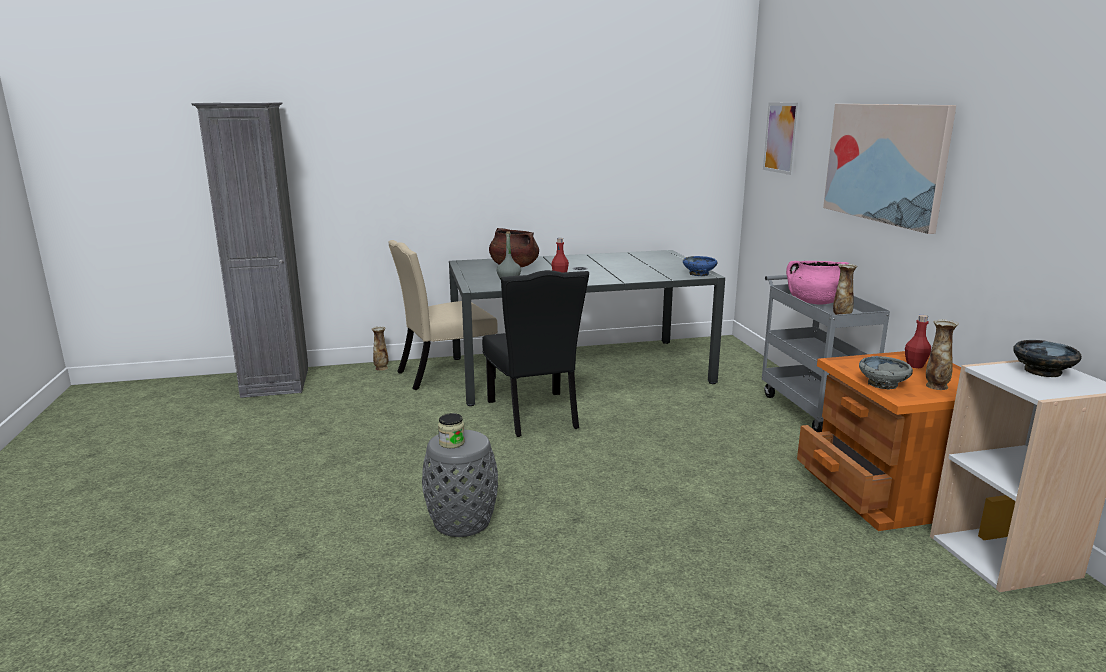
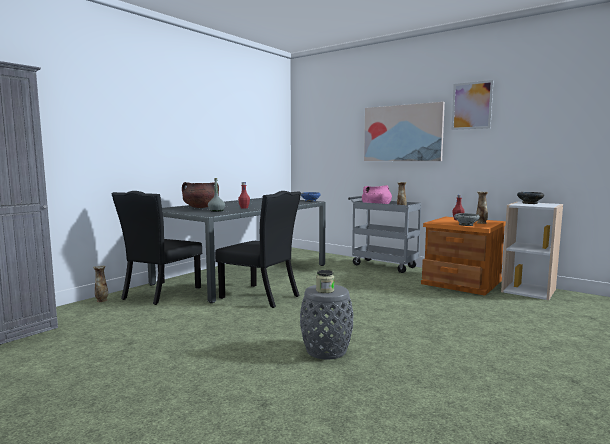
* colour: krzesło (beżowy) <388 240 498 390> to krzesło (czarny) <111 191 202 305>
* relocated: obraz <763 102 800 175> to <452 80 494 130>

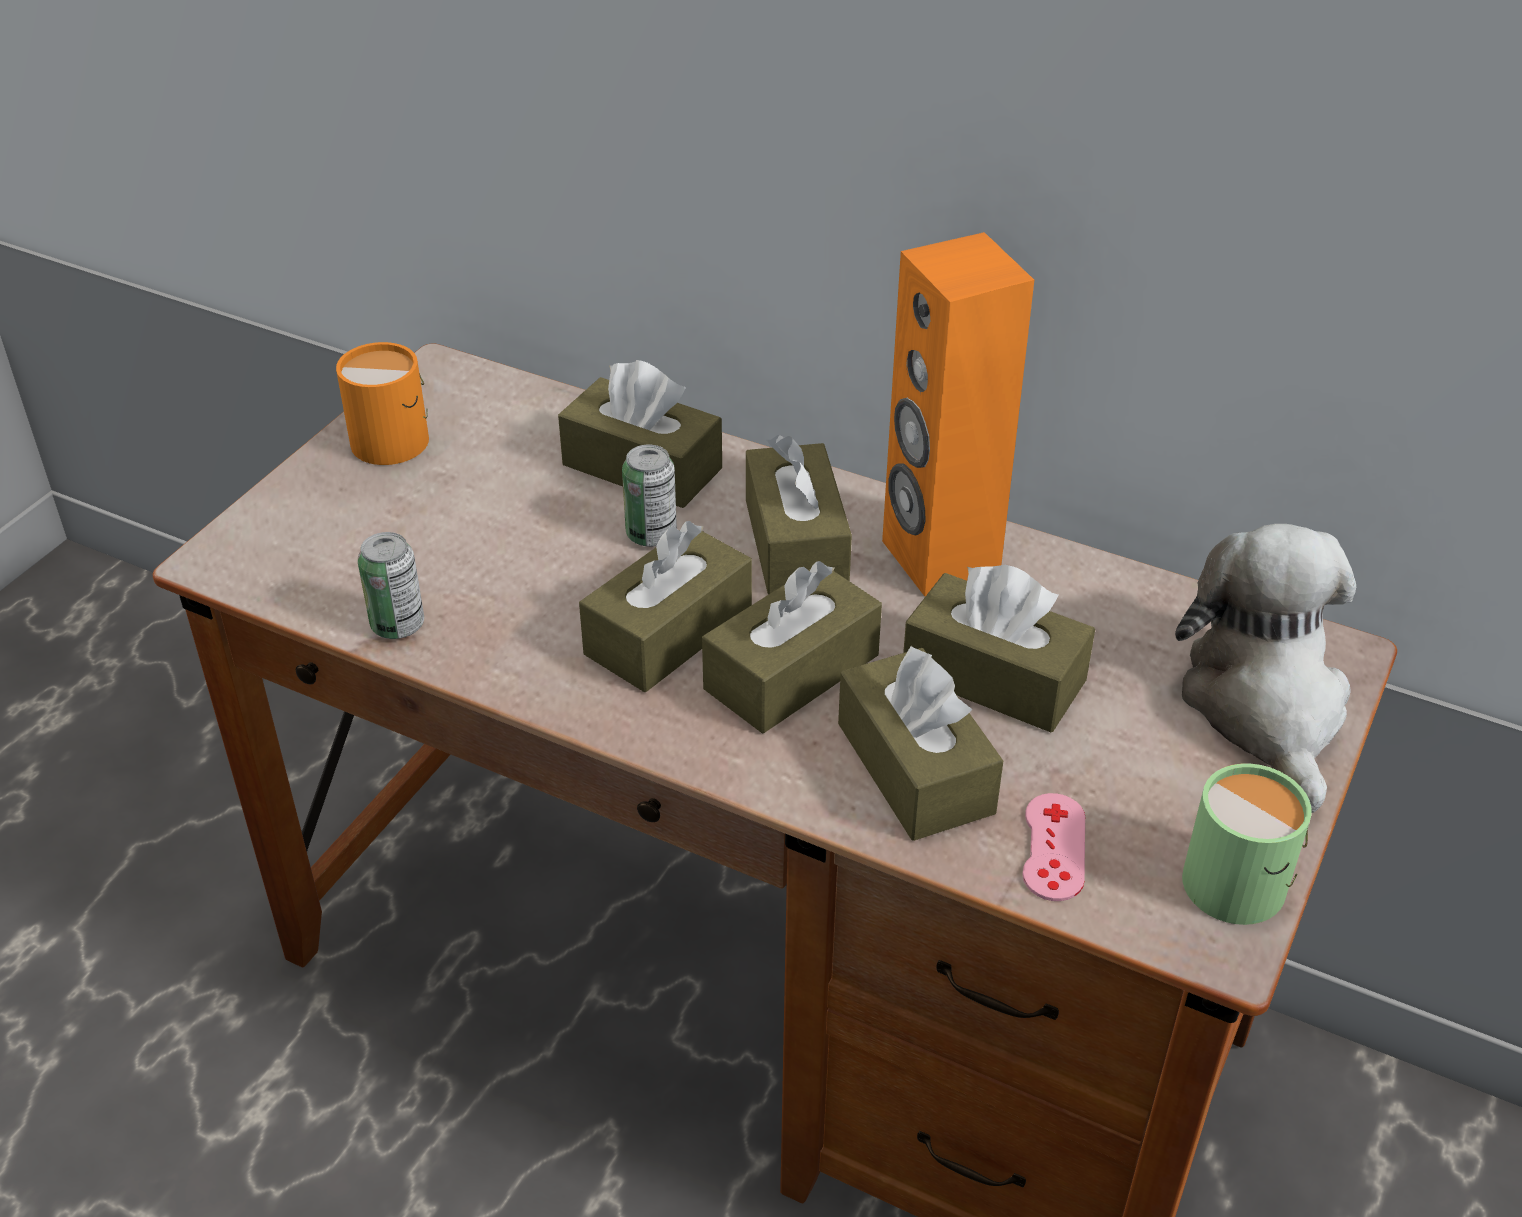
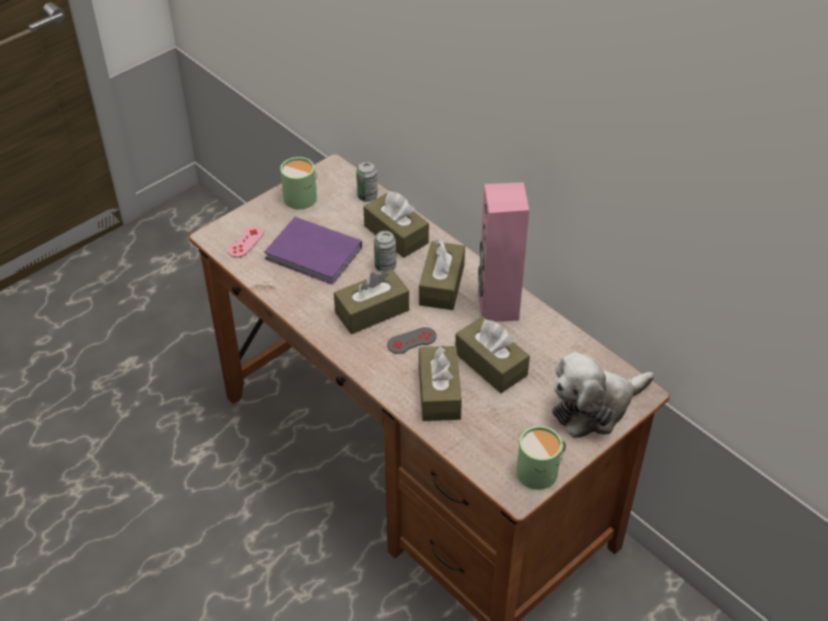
* colour: kubek (pomarańczowy) <336 342 429 465> to kubek (zielony) <280 157 317 209>
* relocated: puszka <358 532 424 639> to <356 161 378 202>
* exchanged: pudełko chusteczek (brązowy) <702 561 882 733> to pad do gier (szary) <387 327 437 354>
* colour: głośnik (pomarańczowy) <882 232 1034 596> to głośnik (różowy) <478 182 529 322>
* relocated: pad do gier (różowy) <1022 793 1085 901> to <227 226 264 257>
* spun: pluszak <1175 524 1356 813> = <552 351 654 438> 135 degrees counterclockwise
* appeared: książka (fioletowy) <264 217 362 285>

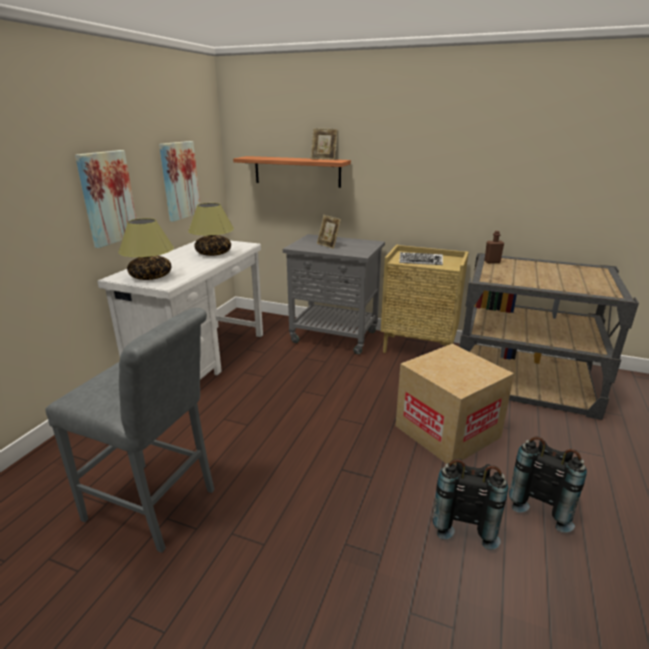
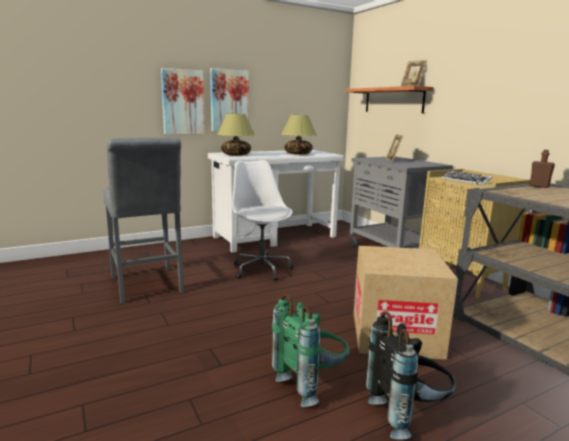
* relocated: obraz <159 141 200 222> to <161 68 205 134>
* colour: plecak (czarny) <432 459 508 550> to plecak (zielony) <272 293 349 407>
* appeared: krzesło biurowe (biały) <232 160 294 281>

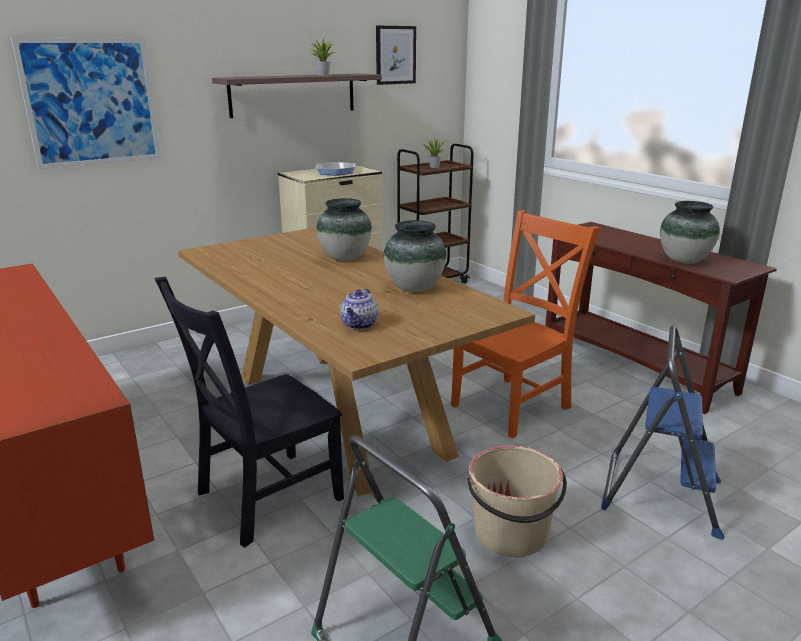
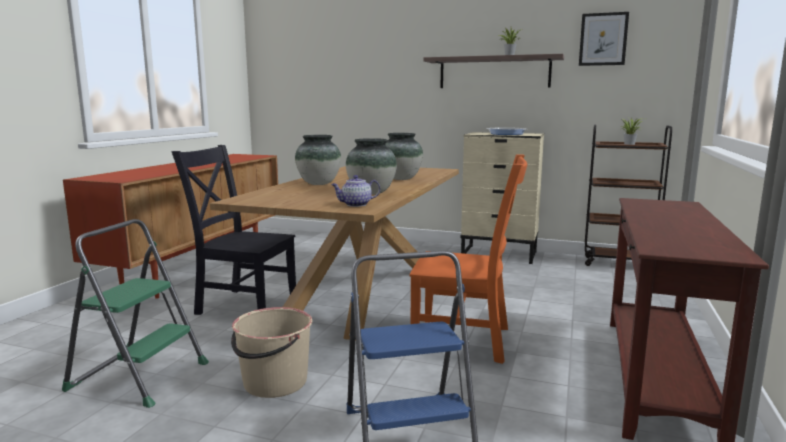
* missing: obraz <11 37 161 169>
* relocated: imbryk <340 289 378 330> to <331 175 380 207>
* relocated: wazon <660 201 720 264> to <295 135 341 185>

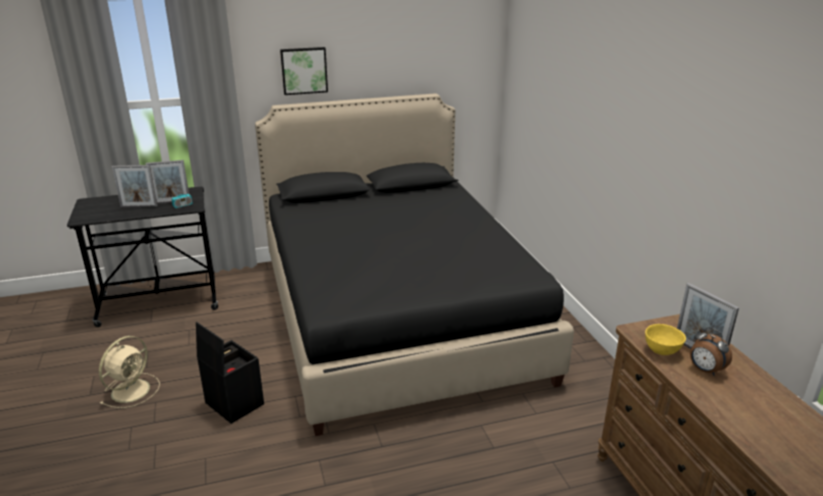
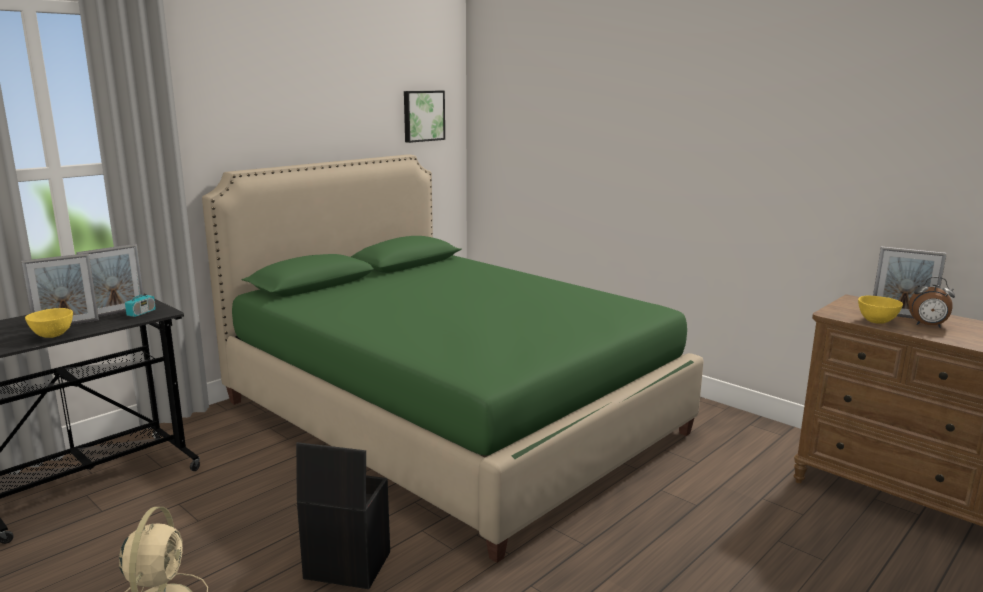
* colour: łóżko (czarny) <255 93 574 436> to łóżko (zielony) <202 154 704 563>
* relocated: obraz <280 47 328 95> to <404 91 445 143>
* appeared: miska (żółty) <25 308 73 338>

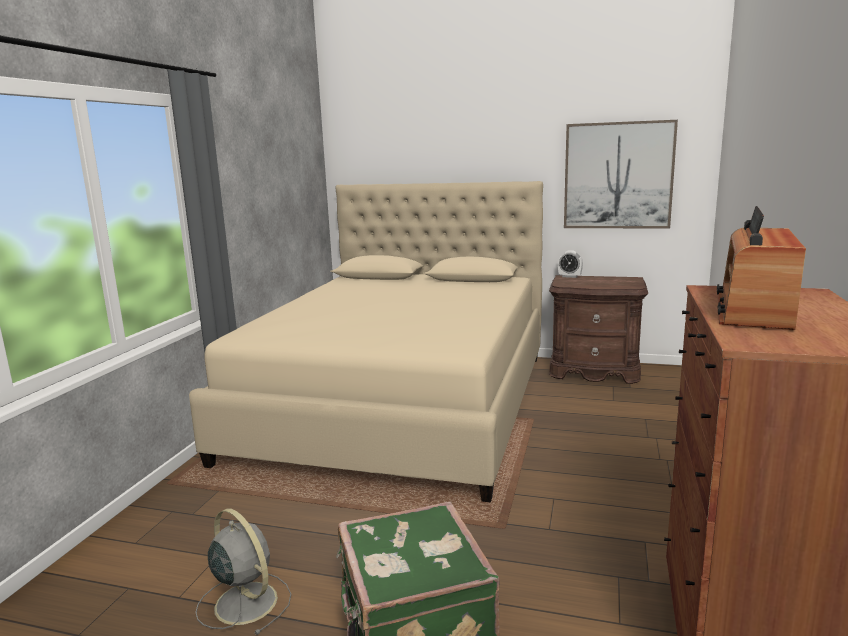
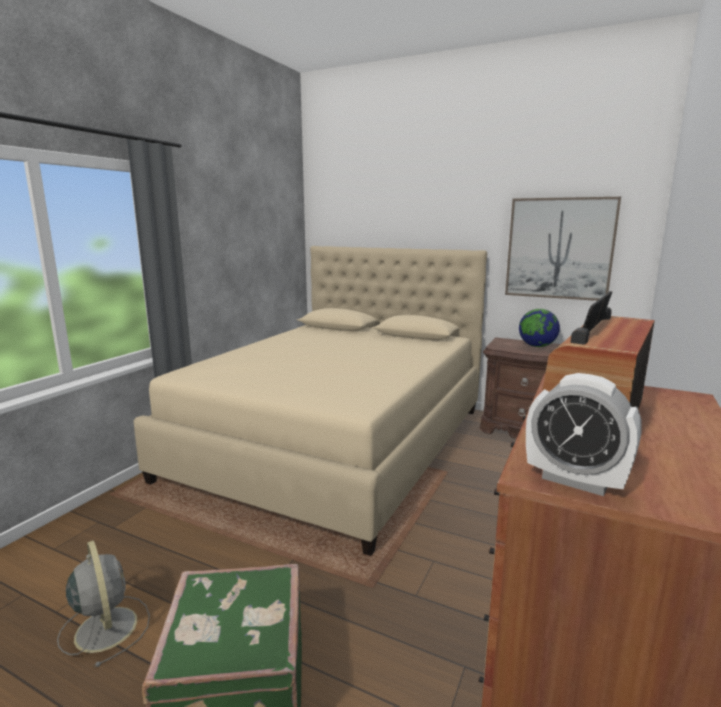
* relocated: budzik <558 250 583 278> to <526 373 642 496>
* appeared: globus <519 309 560 347>

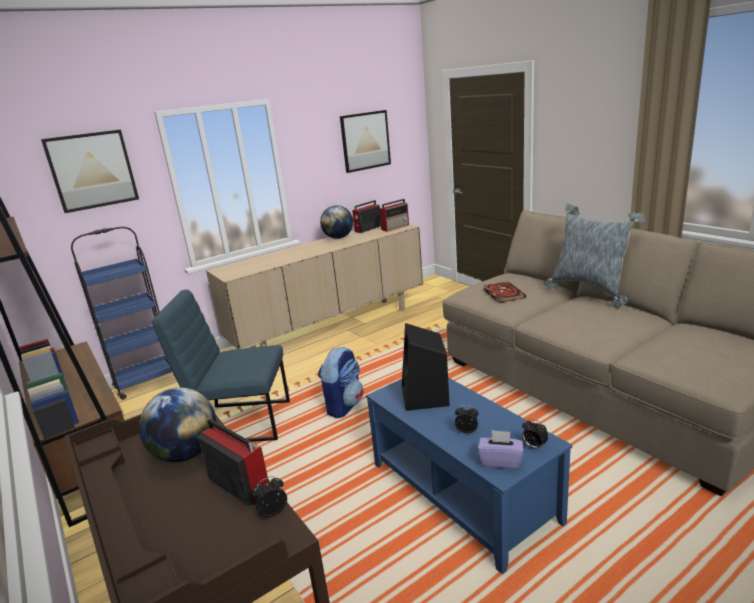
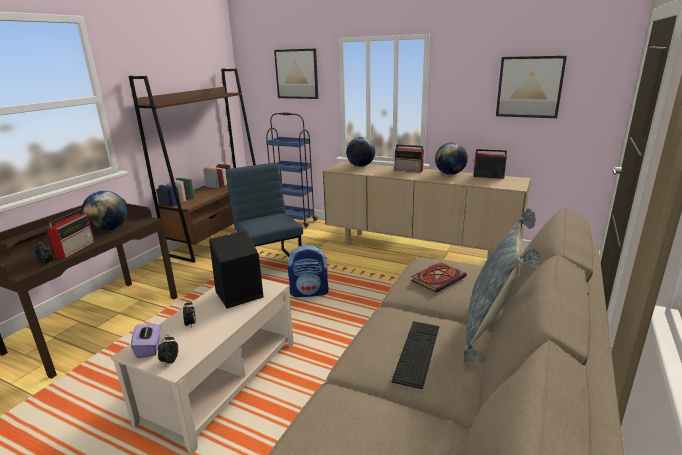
* colour: ława (niebieski) <366 378 572 574> to ława (beżowy) <111 279 294 454>
* relocated: radio <379 199 409 232> to <395 145 425 173>
* appeared: globus <346 137 375 167>
* appeared: klawiatura <391 321 439 389>

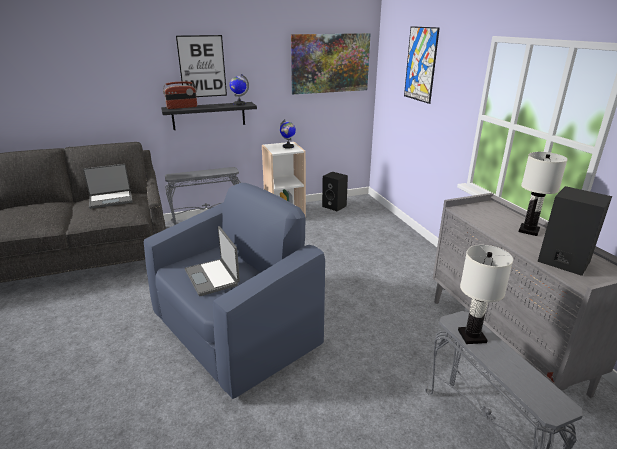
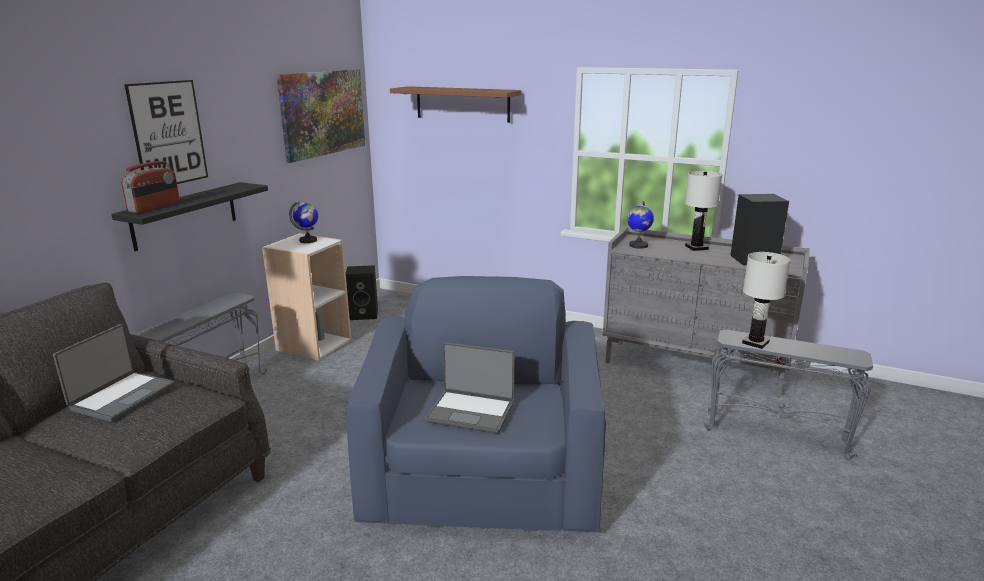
* relocated: globus <230 74 249 105> to <627 201 654 249>
* exchanged: obraz <404 26 440 104> to półka (brązowy) <390 86 521 123>

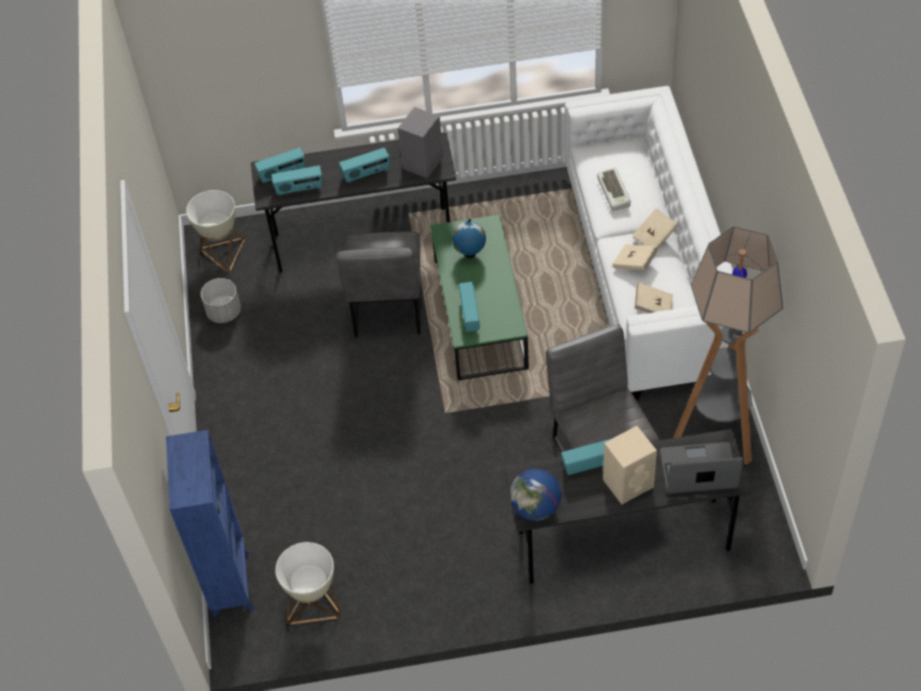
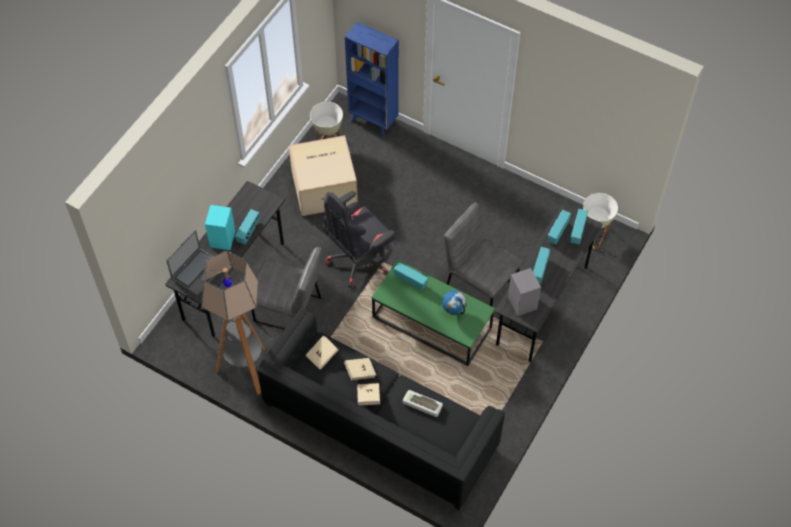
* missing: donica (szary) <201 278 241 323>
* missing: globus <510 469 561 521>
* colour: kanapa (biały) <565 86 745 399> to kanapa (czarny) <257 308 505 510>
* colour: głośnik (beżowy) <603 426 657 504> to głośnik (turkusowy) <205 205 235 250>
* appeared: karton <289 135 358 216>
* appeared: krzesło biurowe (czarny) <322 191 395 288>

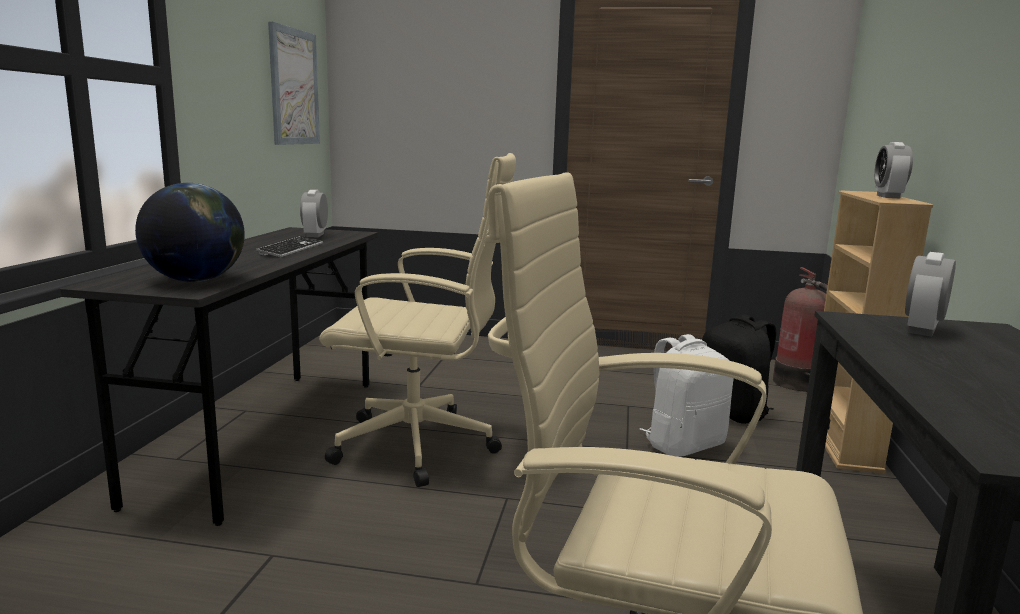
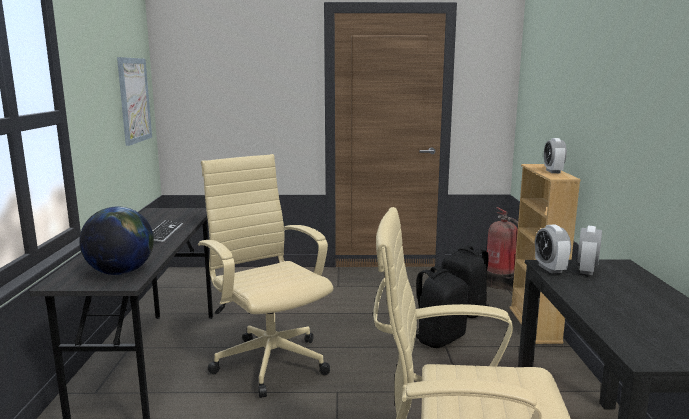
* relocated: budzik <300 190 328 237> to <535 224 571 274>
* spun: krzesło biurowe (beżowy) <319 153 516 487> = <198 154 333 398> 120 degrees counterclockwise
* colour: plecak (biały) <639 334 734 457> to plecak (czarny) <416 266 468 348>

